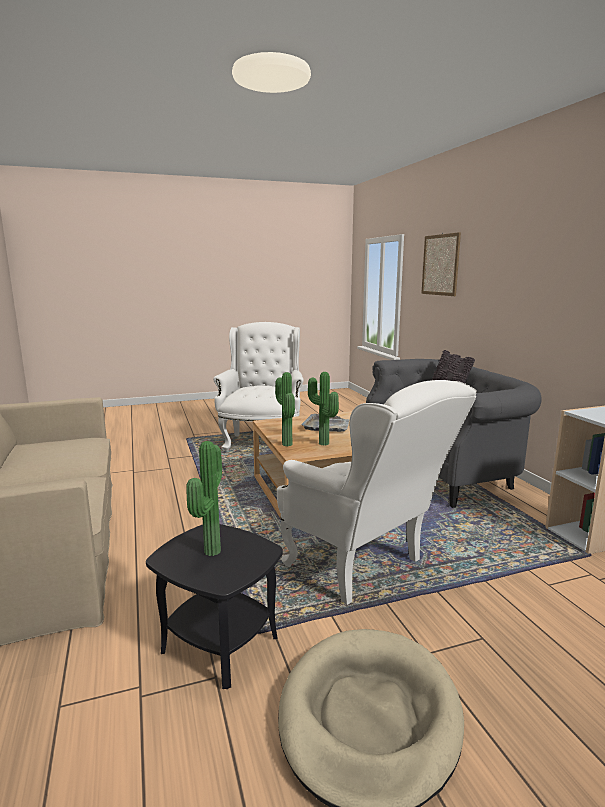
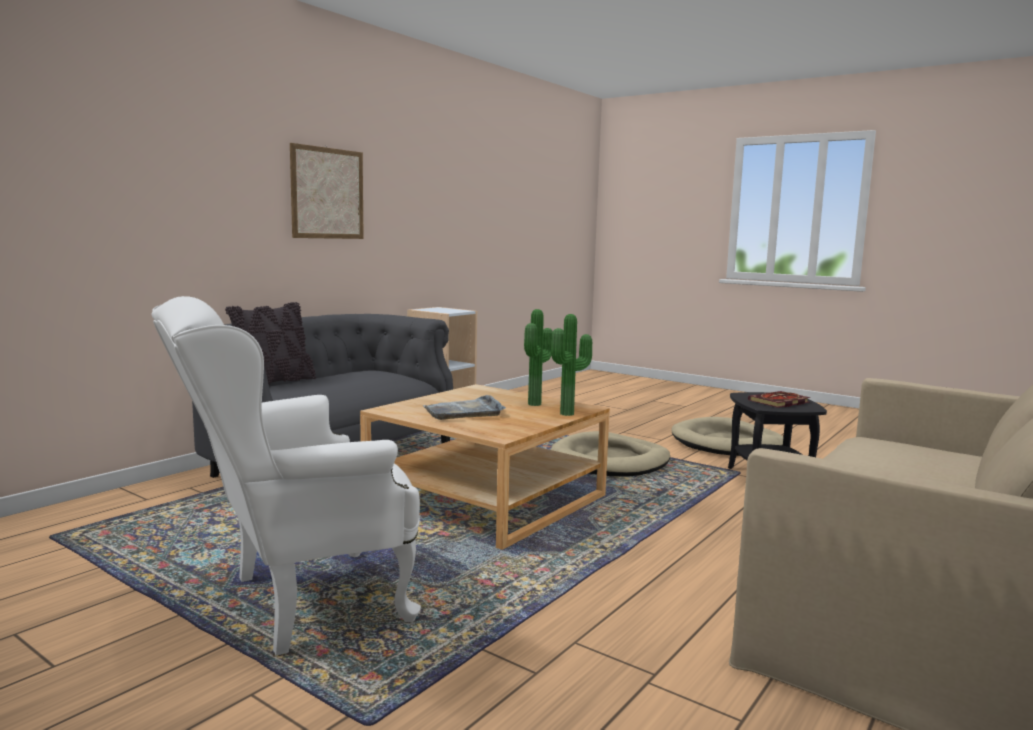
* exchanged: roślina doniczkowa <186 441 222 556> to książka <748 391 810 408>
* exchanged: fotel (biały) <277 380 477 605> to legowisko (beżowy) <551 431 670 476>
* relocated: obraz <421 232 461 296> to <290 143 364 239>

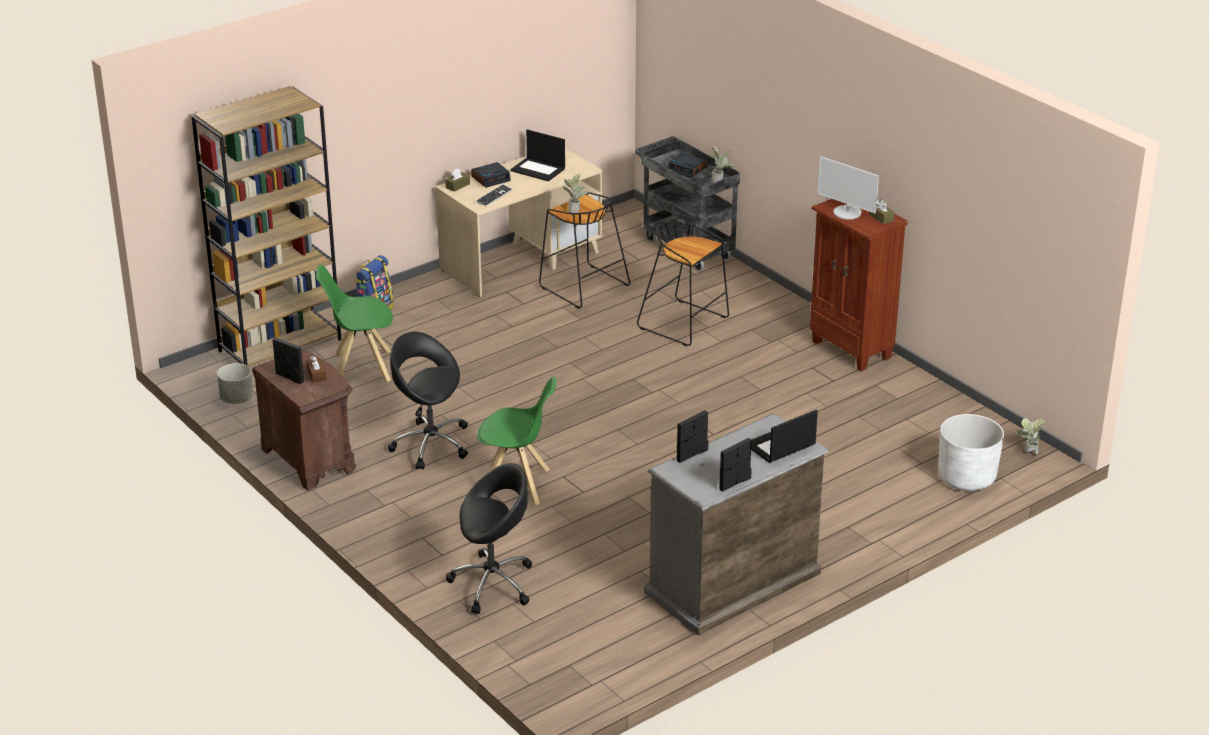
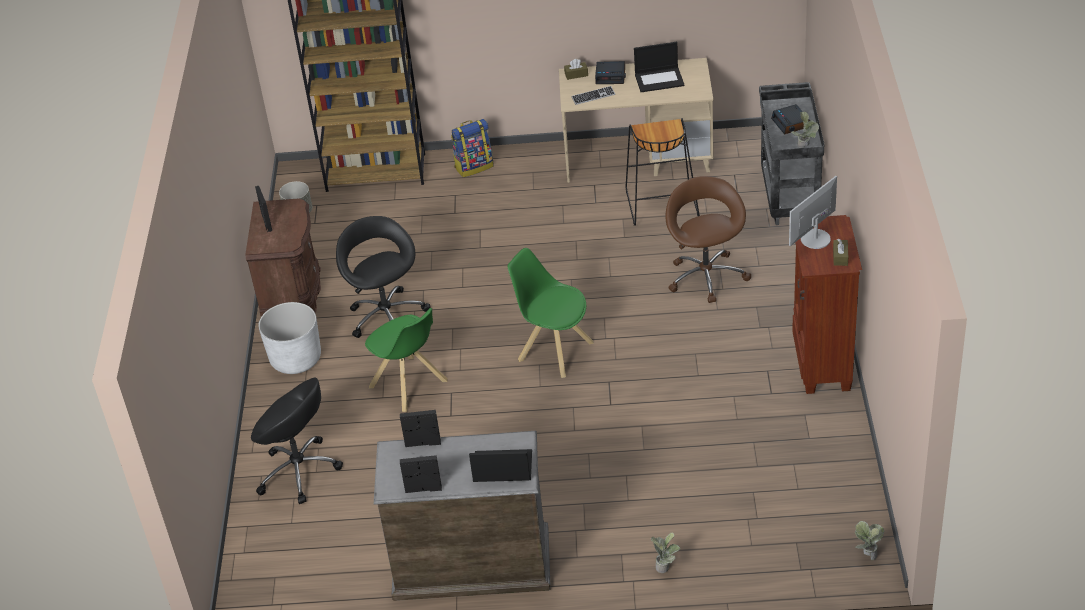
* missing: pudełko chusteczek (brązowy) <307 356 326 383>
* relocated: krzesło (zielony) <316 264 393 382> to <508 248 594 378>
* spun: laptop <510 129 565 181> = <634 42 684 92> 75 degrees counterclockwise
* relocated: roślina doniczkowa <563 174 588 213> to <650 533 680 573>
* exchanged: stołek (czarny) <637 221 729 346> to krzesło biurowe (brązowy) <665 176 751 303>
* spun: monitor <817 156 879 219> = <789 176 837 249> 60 degrees clockwise
* relocated: donica (biały) <939 414 1004 491> to <258 302 321 374>

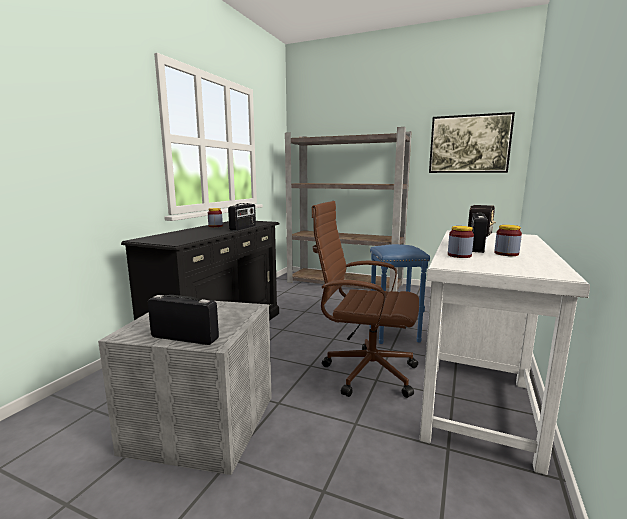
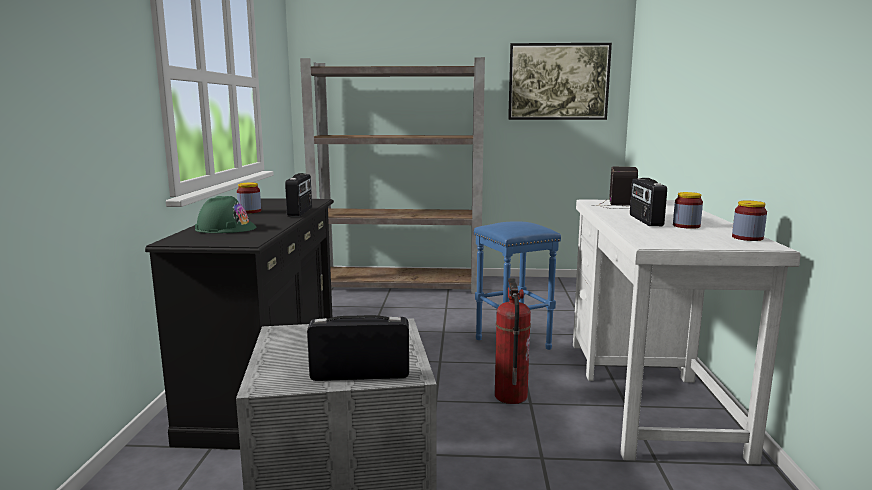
* exchanged: krzesło biurowe (brązowy) <312 201 419 398> to gaśnica <495 278 531 404>
* relocated: słoik <448 226 474 258> to <732 201 767 241>
* appeared: kask (zielony) <195 196 256 233>

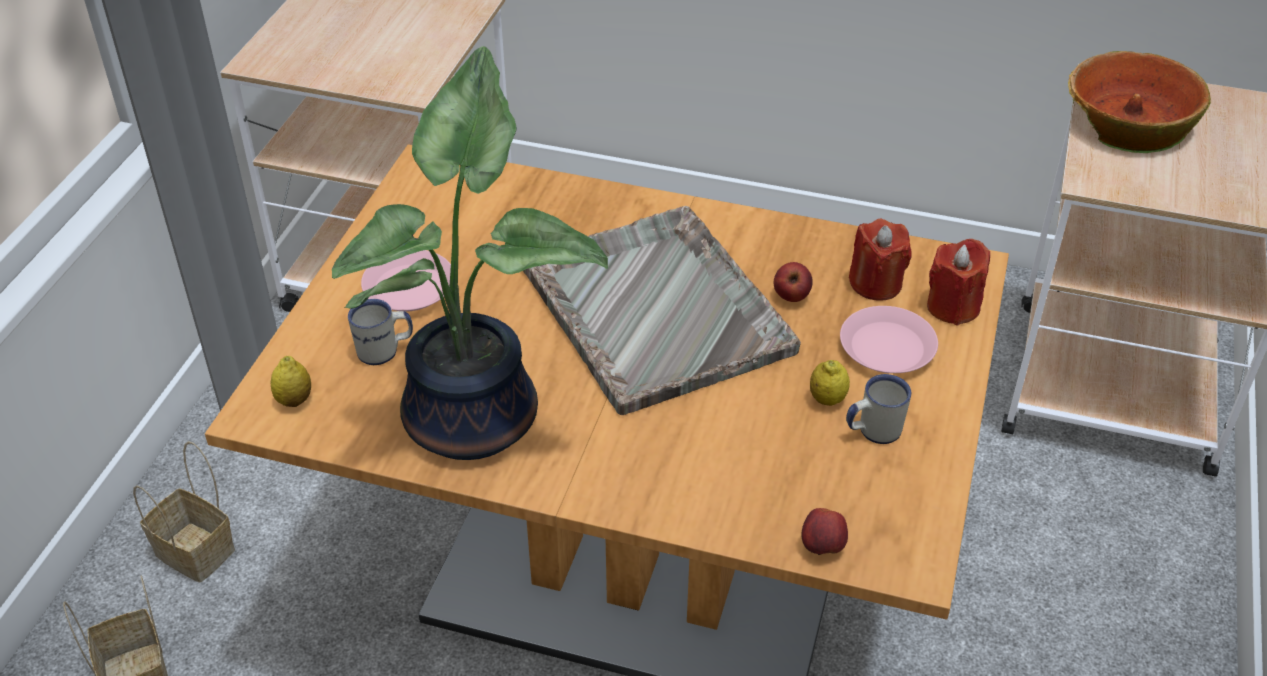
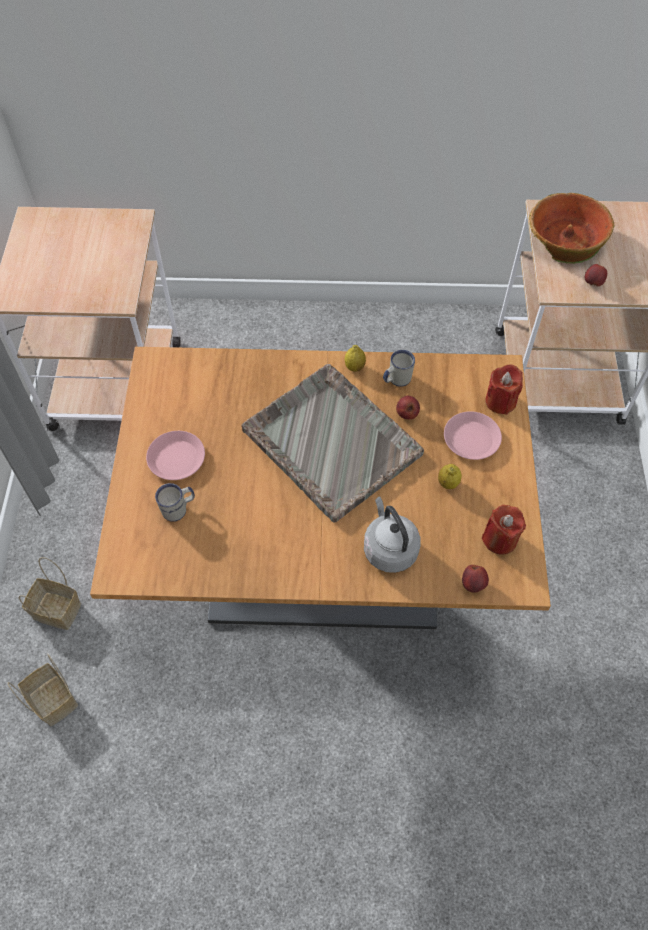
* relocated: cytryna <271 356 311 407> to <345 345 366 372>
* missing: roślina doniczkowa <332 46 608 460>
* relocated: kubek (biały) <846 374 911 444> to <383 350 415 387>
* relocated: świeca (czerwony) <849 219 912 301> to <482 505 526 555>
* appeared: czajnik (szary) <364 497 421 573>
* appeared: jabłko <585 264 607 286>

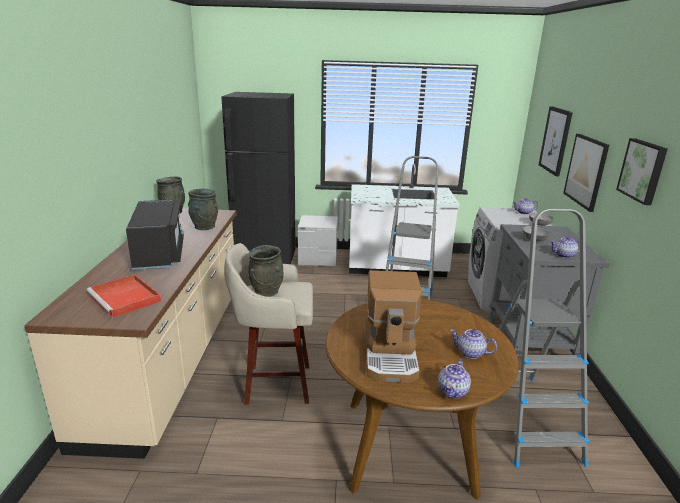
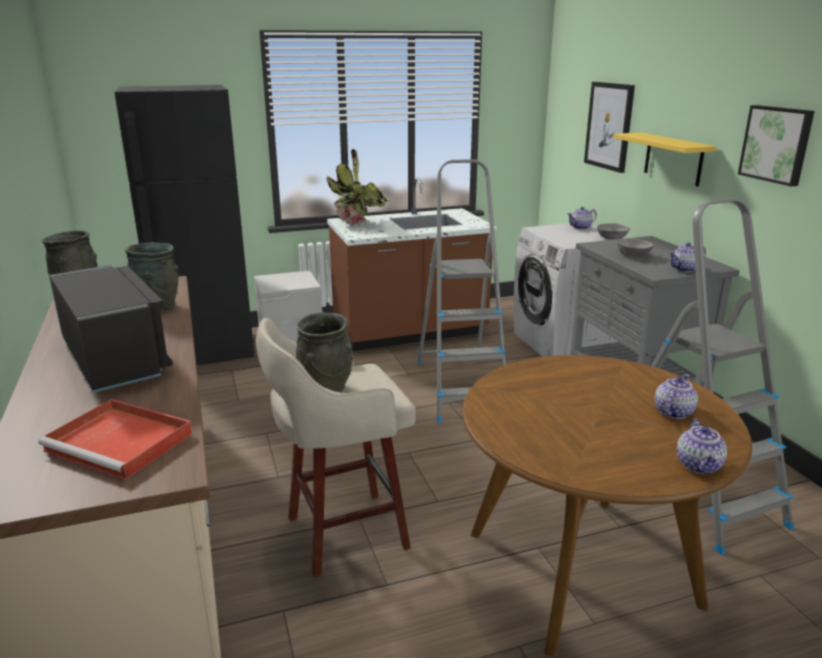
* colour: zabudowa kuchenna (biały) <349 164 460 277> to zabudowa kuchenna (brązowy) <327 178 497 351>
* missing: ekspres do kawy <365 270 422 383>
* spun: imbryk <450 329 497 359> = <655 374 698 419> 120 degrees clockwise
* exchanged: obraz <563 134 609 212> to półka (żółty) <614 132 717 187>
* appeared: roślina doniczkowa <326 149 390 226>

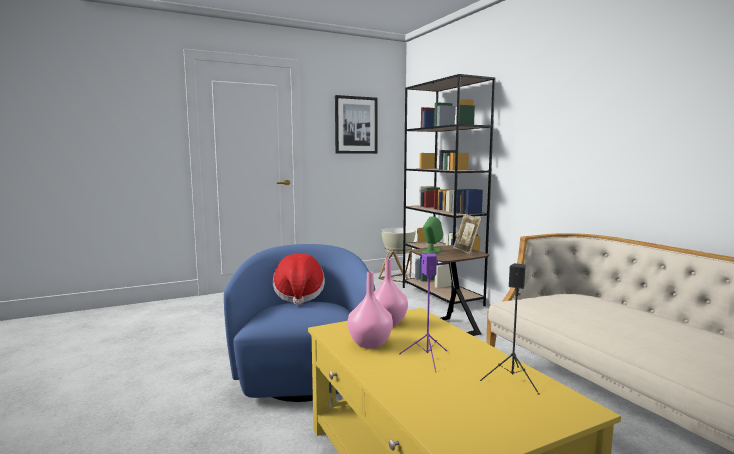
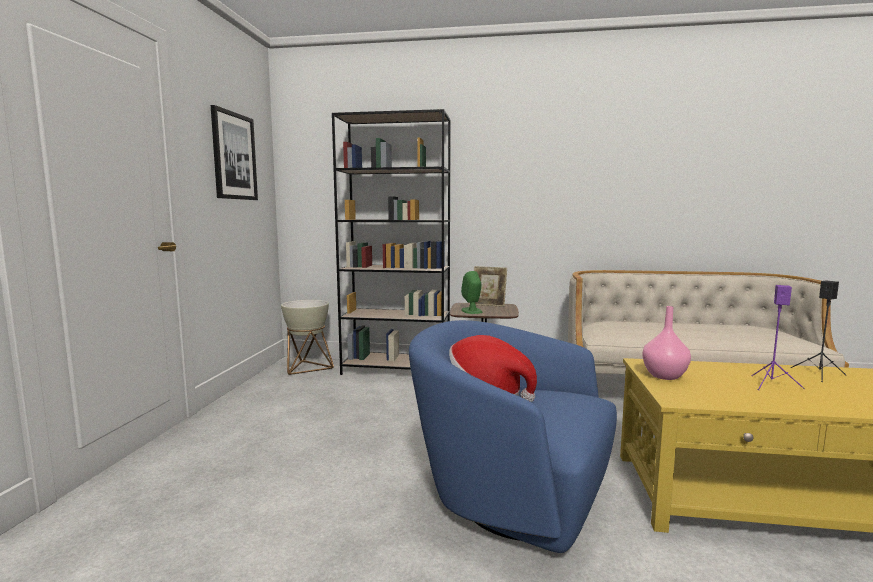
* missing: wazon (różowy) <347 271 393 349>

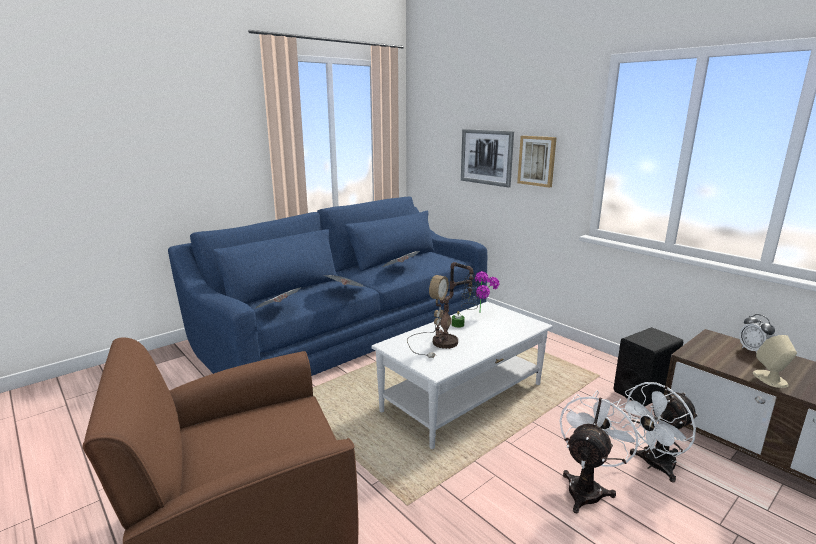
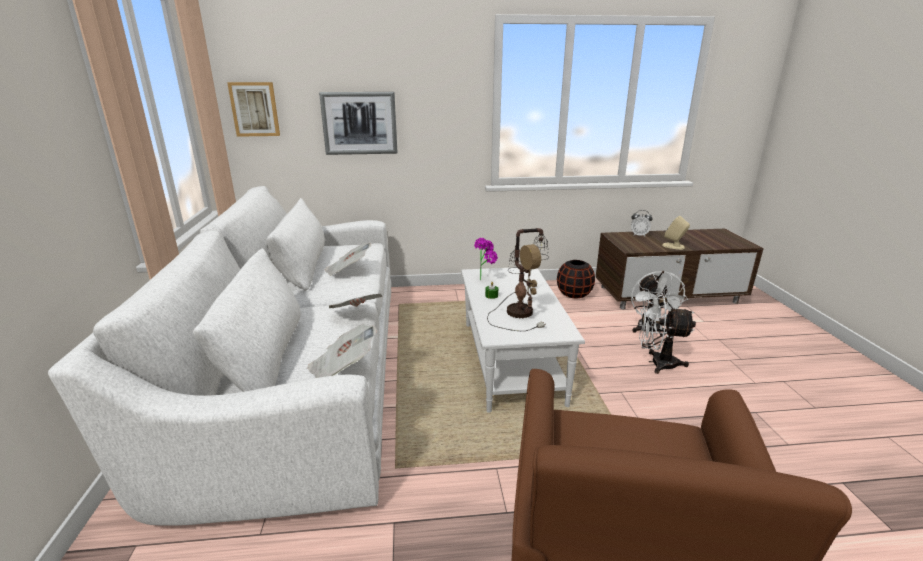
* colour: kanapa (niebieski) <168 197 487 376> to kanapa (biały) <48 186 391 525>
* relocated: obraz <517 136 557 188> to <227 82 280 137>
* spun: wentylator (biały) <560 390 641 513> = <639 292 696 374> 60 degrees counterclockwise
* exchanged: głośnik (czarny) <613 327 683 407> to wazon (czarny) <557 260 595 298>

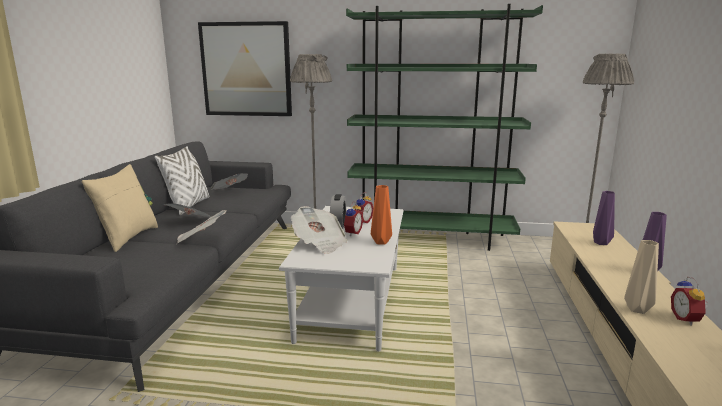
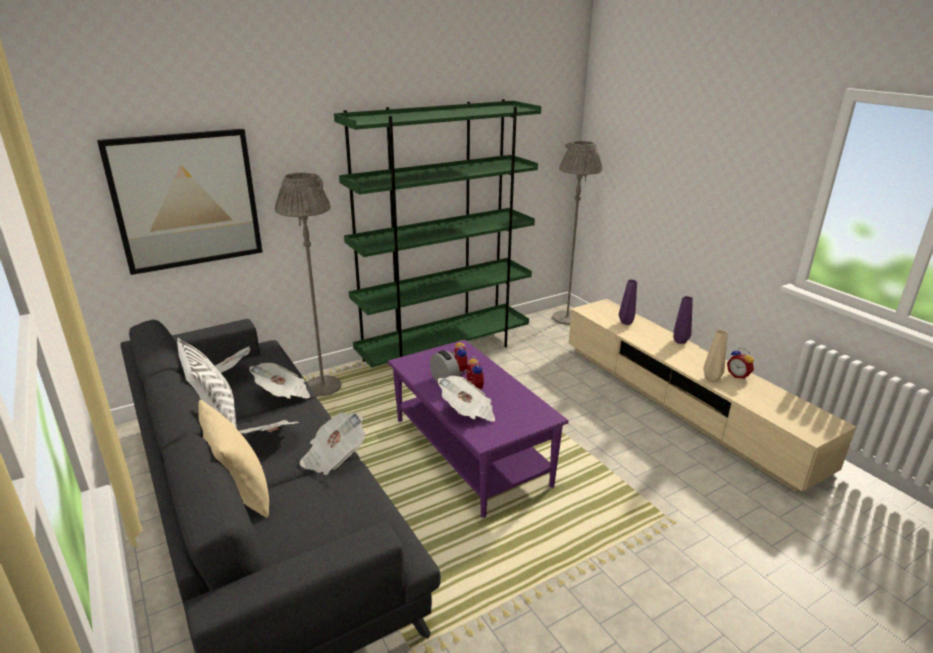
* colour: ława (biały) <279 206 403 351> to ława (fioletowy) <388 339 569 518>
* missing: wazon (pomarańczowy) <371 185 392 245>
* appeared: gazeta <249 363 310 399>

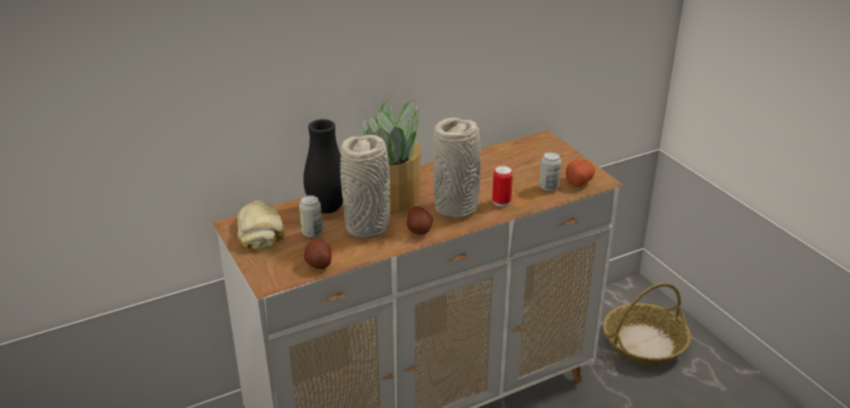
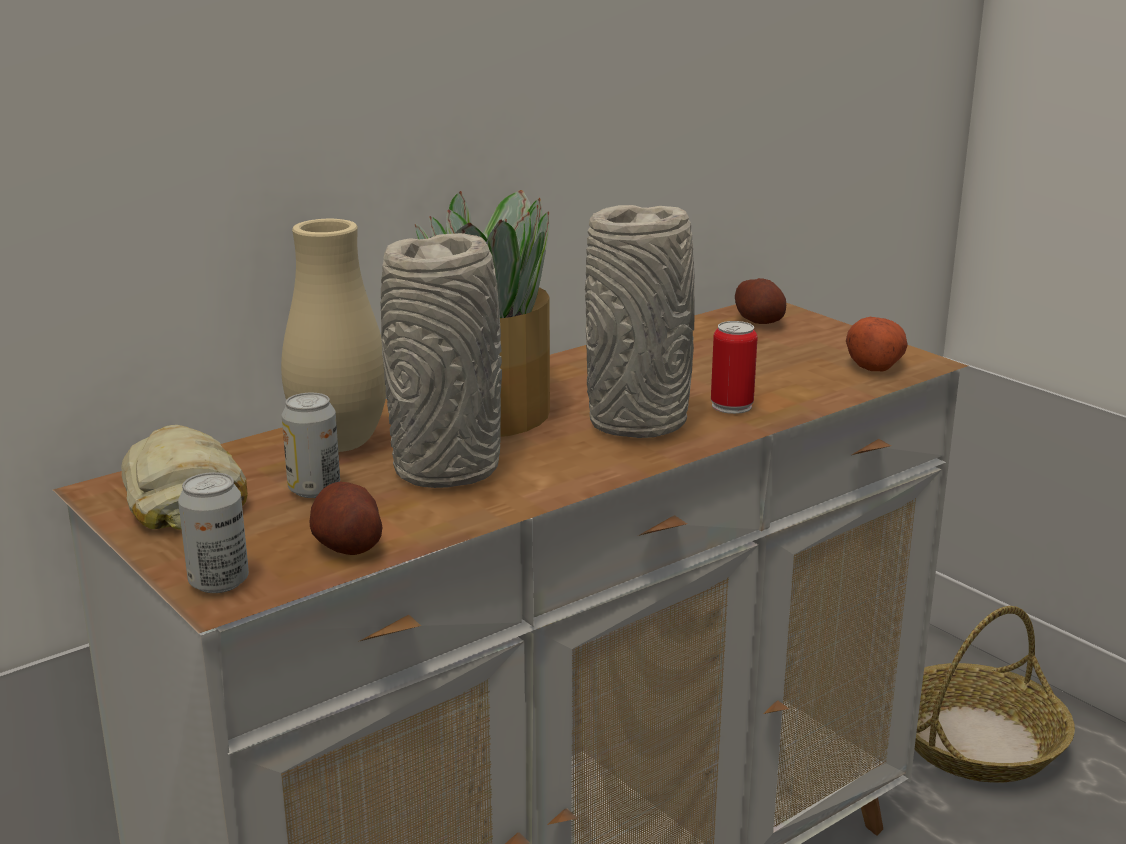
* colour: wazon (czarny) <303 119 343 213> to wazon (beżowy) <281 219 386 452>
* relocated: ziemniak <407 206 433 234> to <735 278 786 324>
* relocated: puszka <539 152 561 191> to <178 472 249 593>

